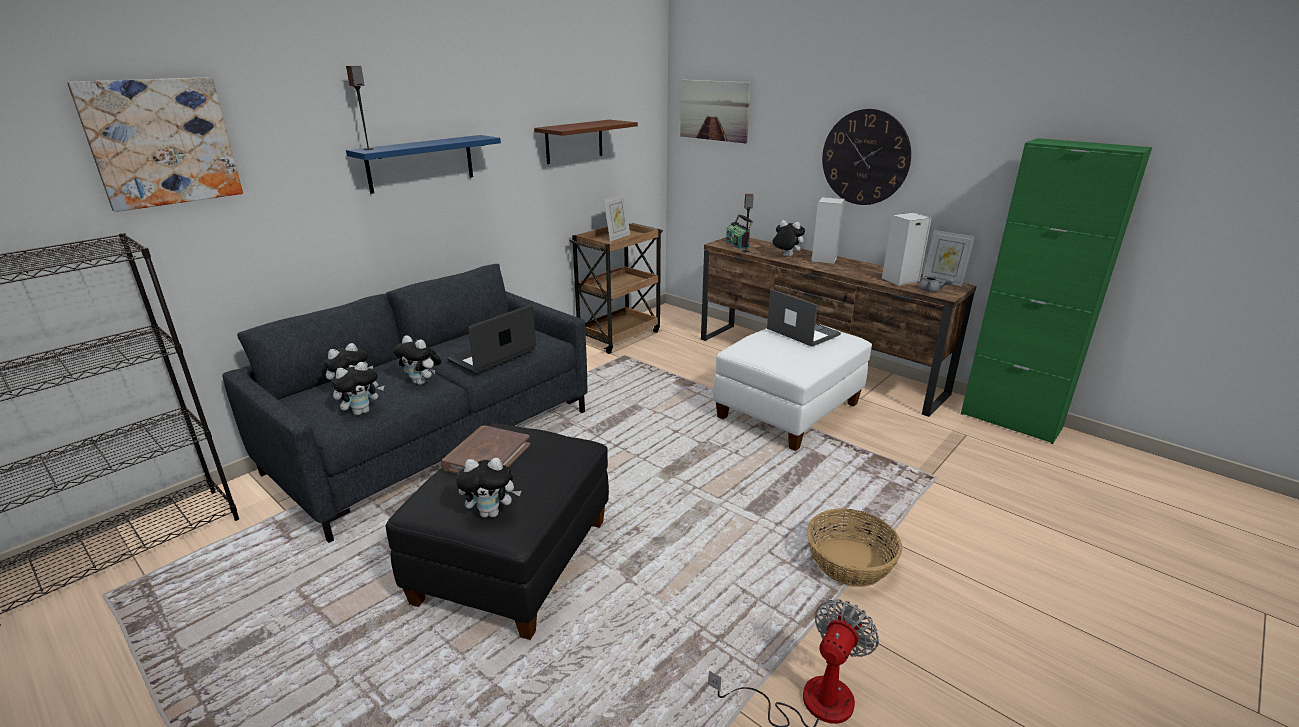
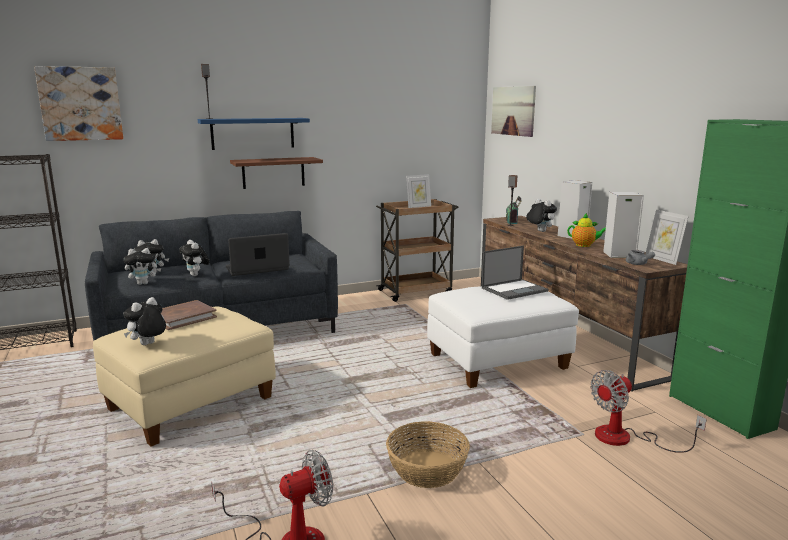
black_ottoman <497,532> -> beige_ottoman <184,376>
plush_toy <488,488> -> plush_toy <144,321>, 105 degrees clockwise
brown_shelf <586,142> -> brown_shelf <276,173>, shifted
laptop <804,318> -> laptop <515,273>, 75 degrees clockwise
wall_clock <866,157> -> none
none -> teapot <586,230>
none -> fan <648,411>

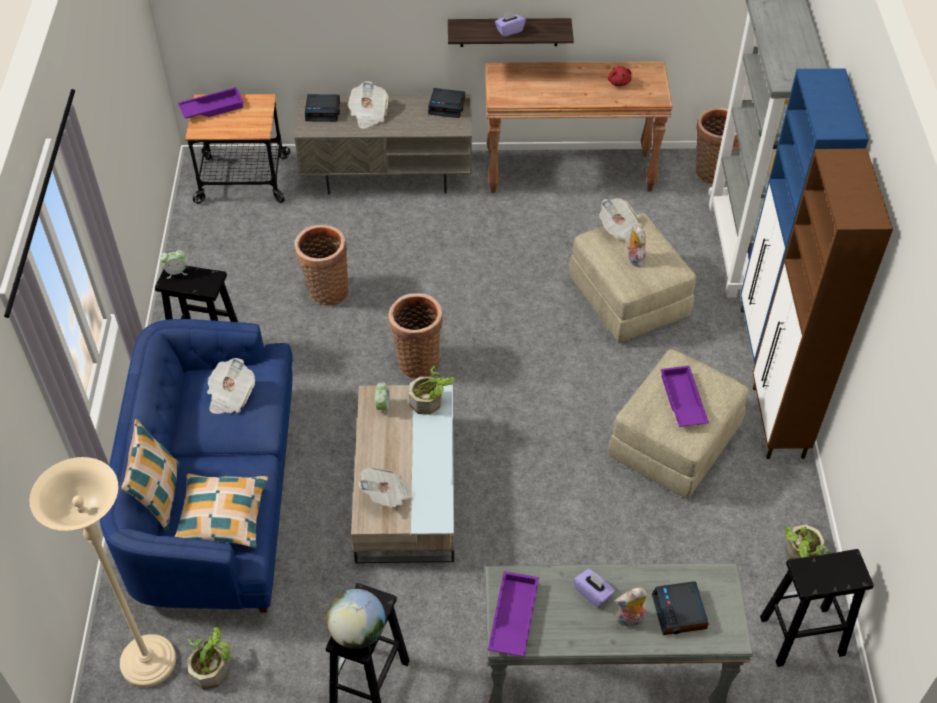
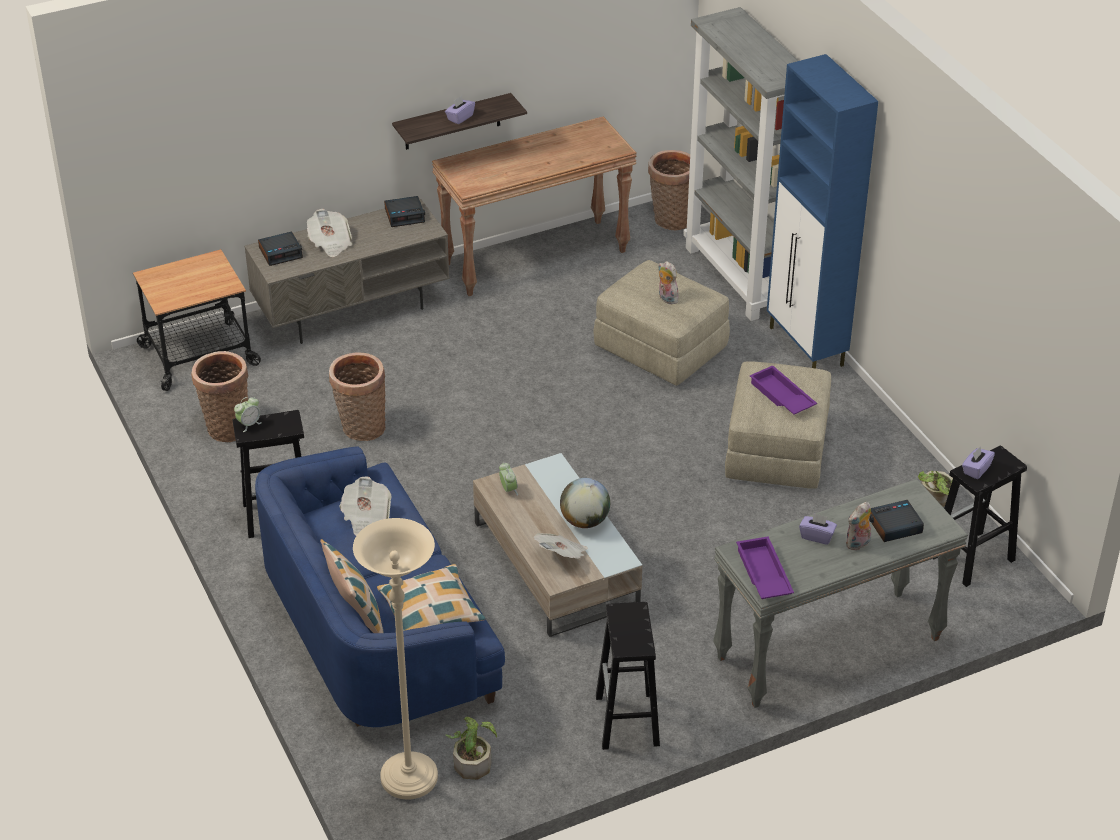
purple_tray <211,102> -> none
globe <355,619> -> globe <585,503>, shifted
basket <415,335> -> basket <220,396>, shifted
potted_plant <431,390> -> none
newspaper <620,220> -> none
red_plush_toy <620,76> -> none
alarm_clock <680,608> -> alarm_clock <896,521>, 105 degrees clockwise
brown_cabinet <822,304> -> none
none -> purple_tissue_box <978,462>

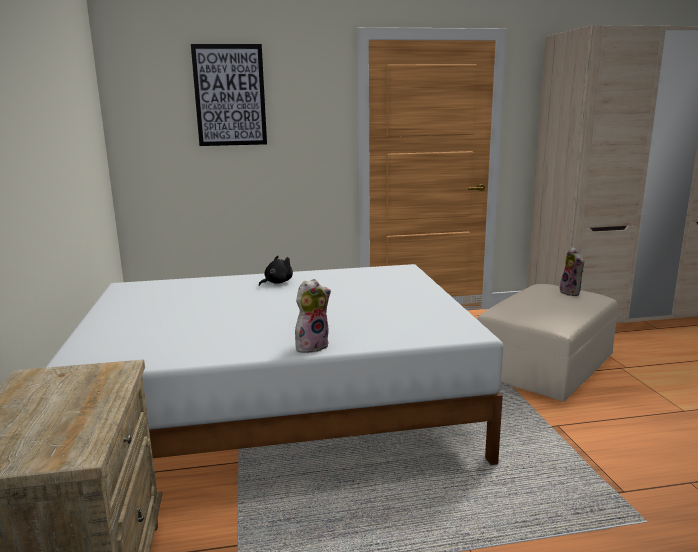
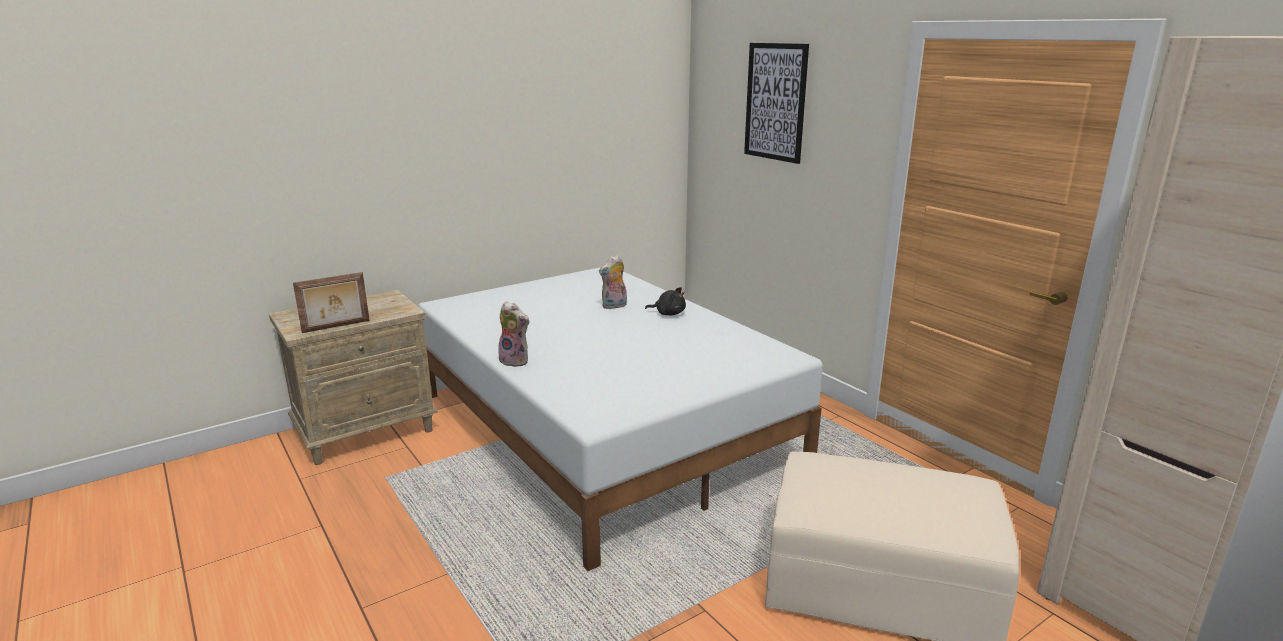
plush_toy <572,271> -> plush_toy <613,282>, shifted
none -> picture_frame <331,302>

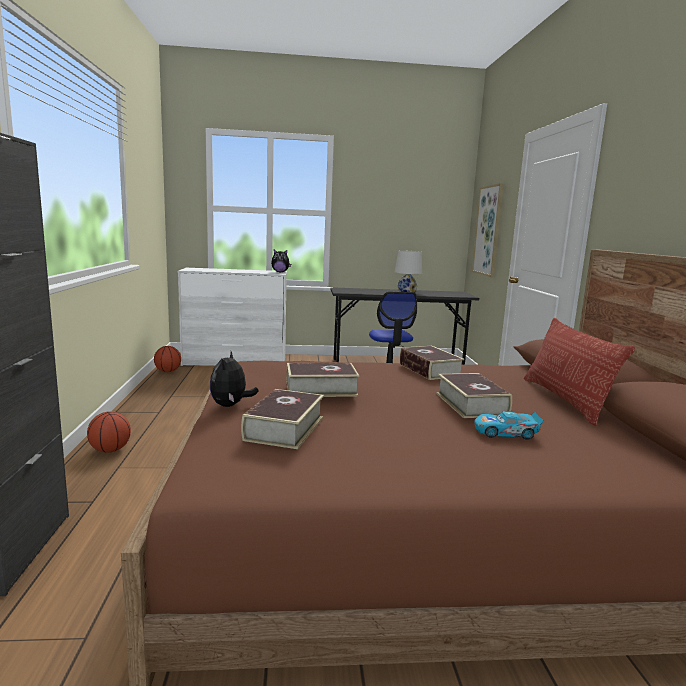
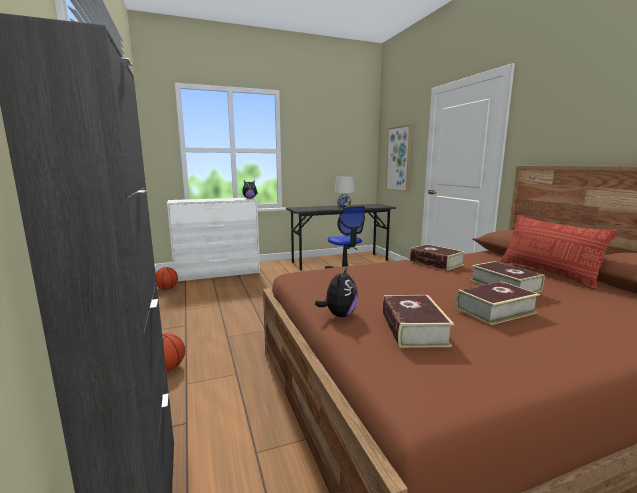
plush_toy <234,379> -> plush_toy <336,292>, 150 degrees counterclockwise
book <322,380> -> book <498,303>, shifted
toy_car <509,425> -> none

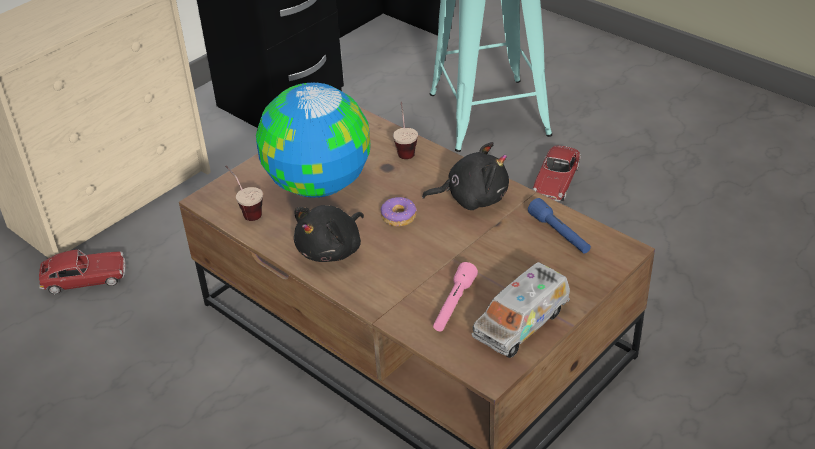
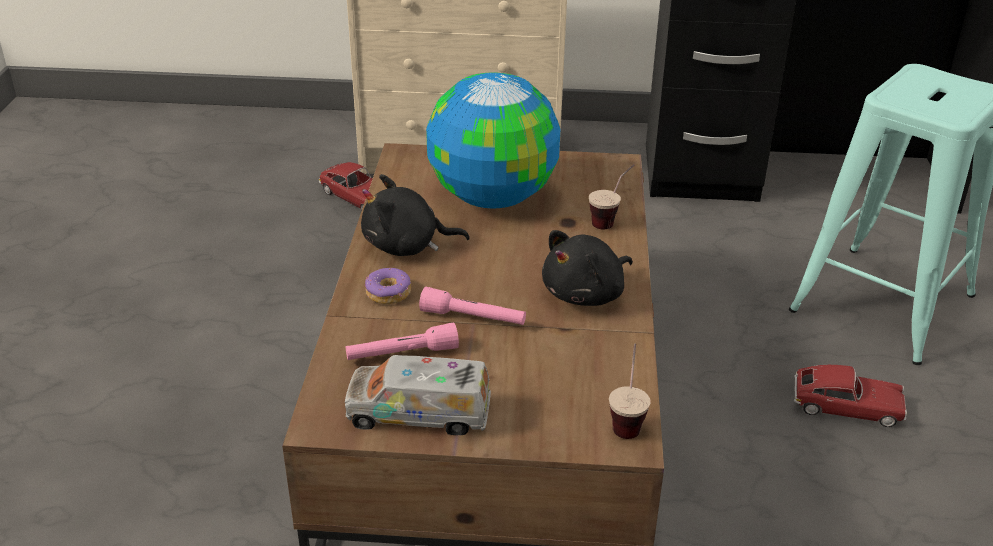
cup <244,193> -> cup <630,391>, shifted
donut <399,212> -> donut <388,286>, shifted
black_plush_toy <465,176> -> black_plush_toy <587,268>, 90 degrees clockwise
blue_flashlight <559,226> -> none
toy_car <557,173> -> toy_car <850,396>, 150 degrees counterclockwise
none -> pink_flashlight <472,306>

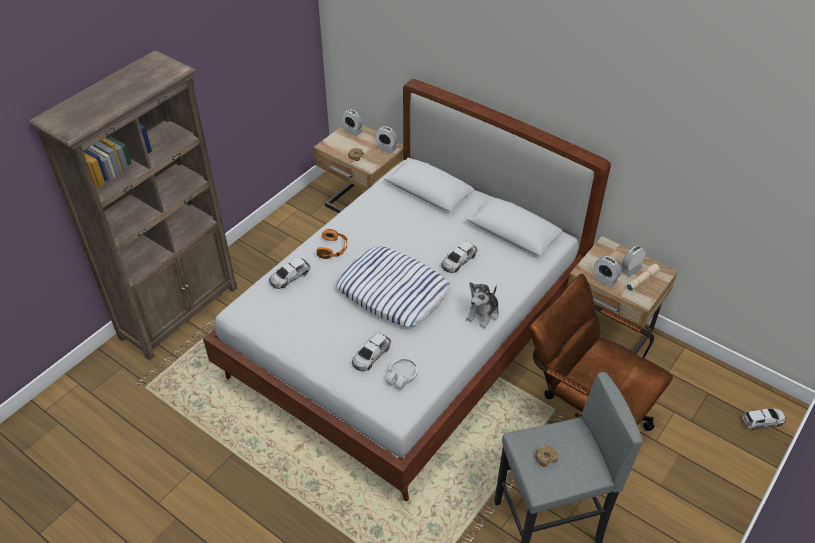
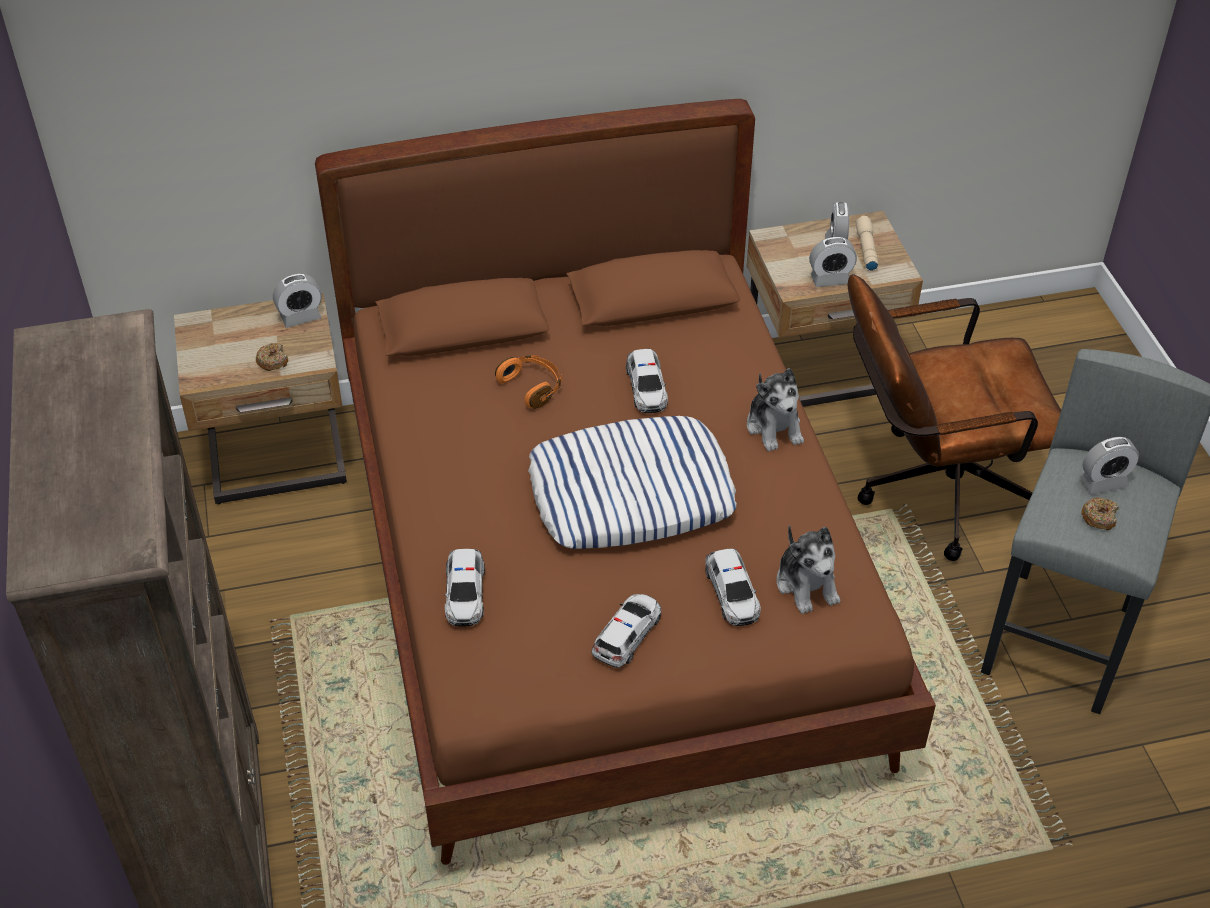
white_bed <407,290> -> brown_bed <625,482>
orange_headphones <332,244> -> orange_headphones <528,382>, shifted
alarm_clock <352,122> -> alarm_clock <1109,466>, shifted
white_headphones <402,374> -> plush_toy <808,569>
toy_car <763,418> -> toy_car <626,631>, shifted

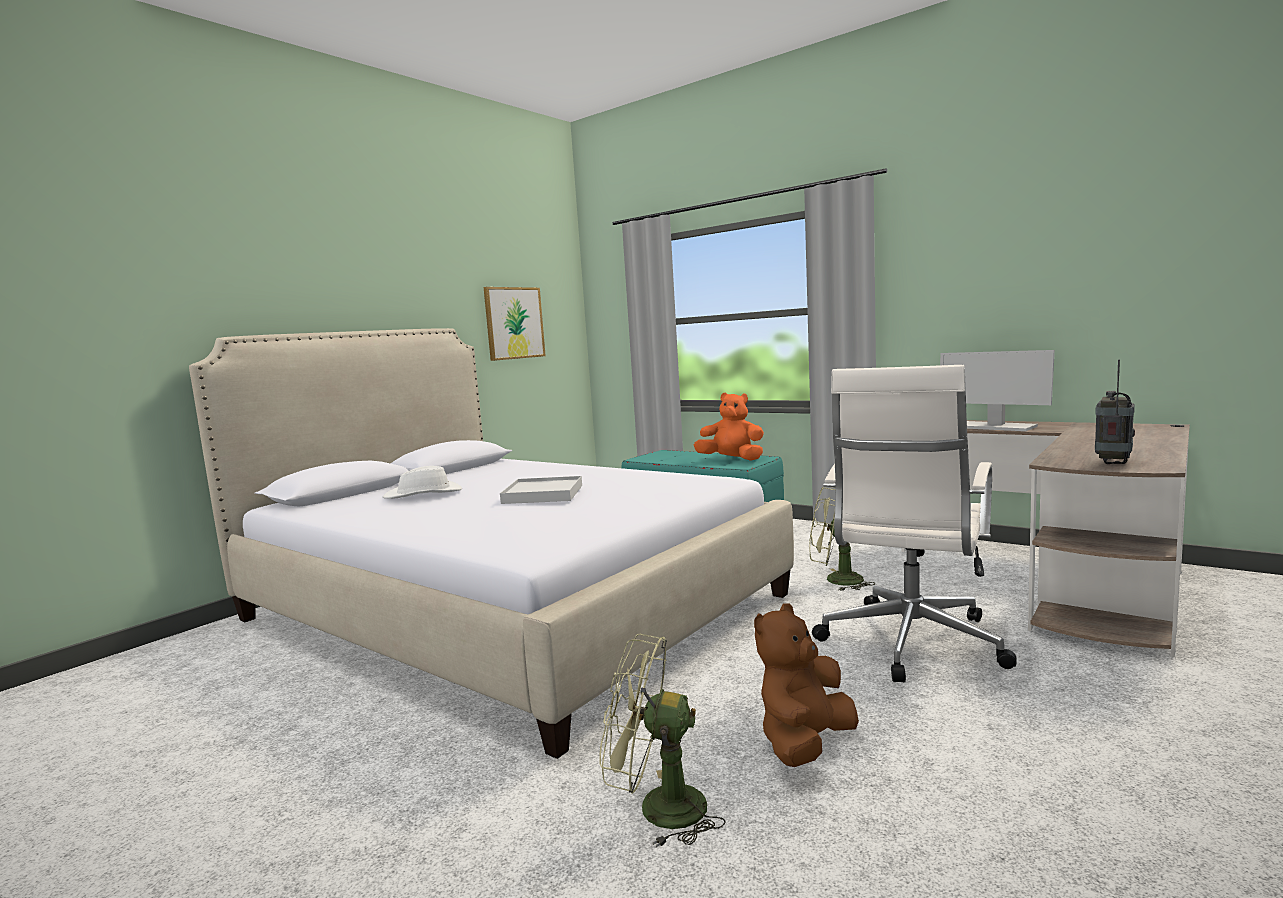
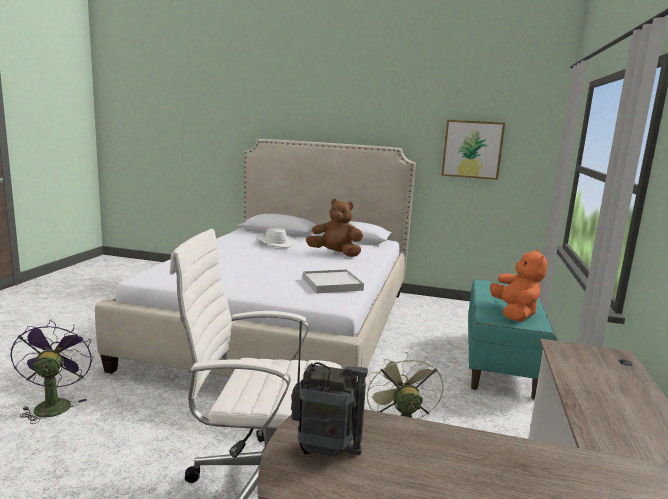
white_tray <541,490> -> white_tray <333,281>, shifted
green_fan <662,740> -> purple_fan <51,372>
brown_plush_toy <806,685> -> brown_plush_toy <334,228>, shifted
monitor <997,390> -> none

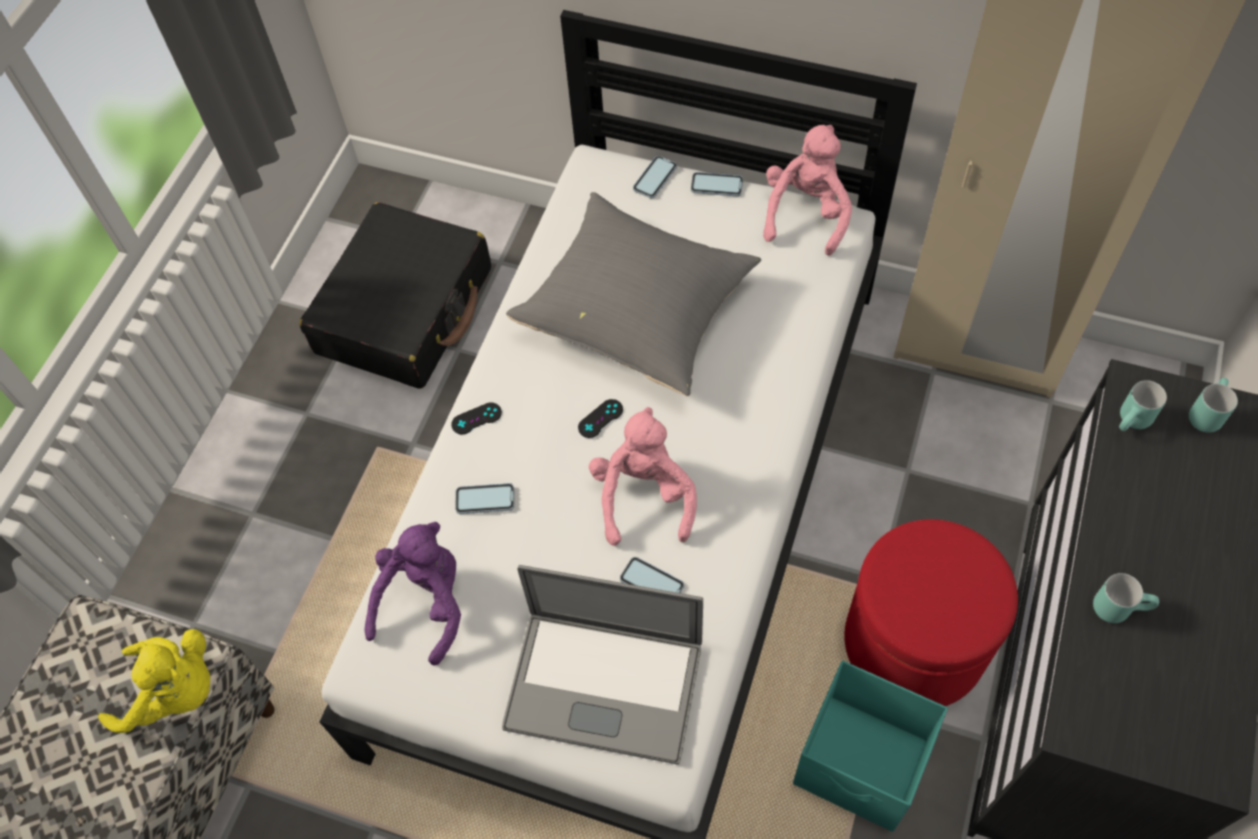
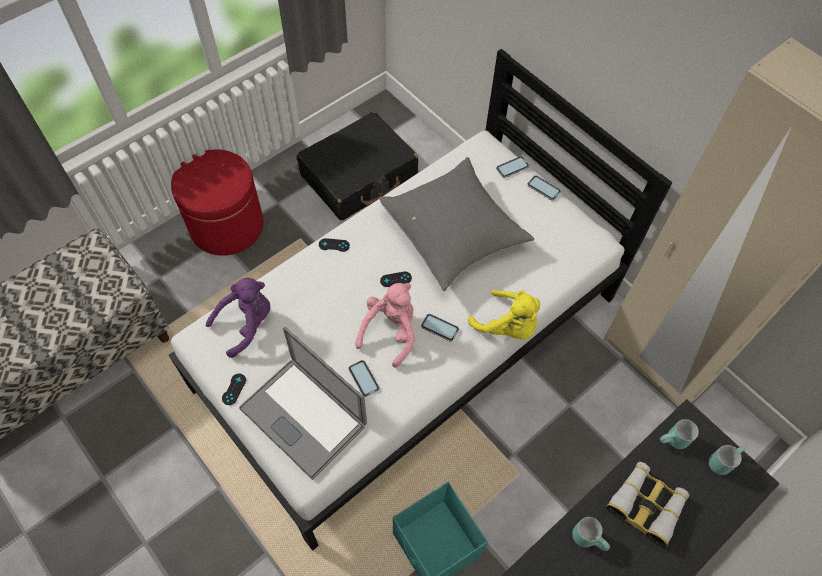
yellow_plush_toy <154,681> -> yellow_plush_toy <504,315>, shifted
phone <484,498> -> phone <440,327>, shifted
pink_plush_toy <807,190> -> none
red_ottoman <931,612> -> red_ottoman <217,202>, shifted
none -> black_game_controller <234,389>
none -> binoculars <647,504>

